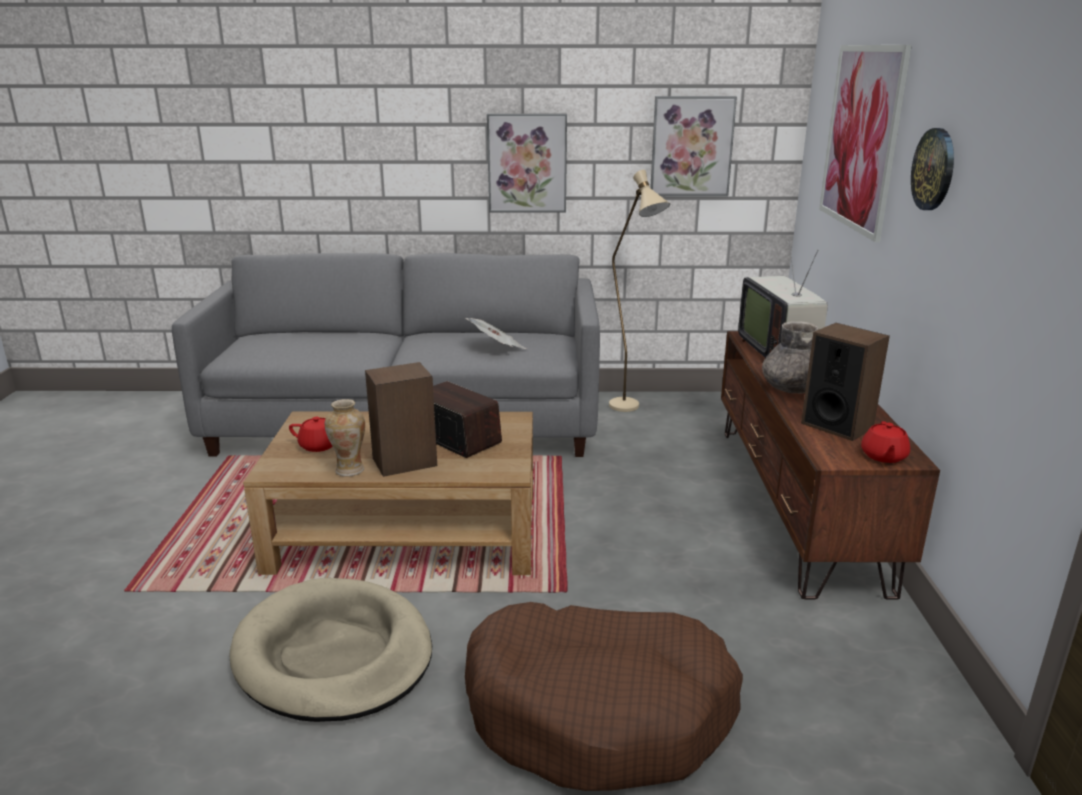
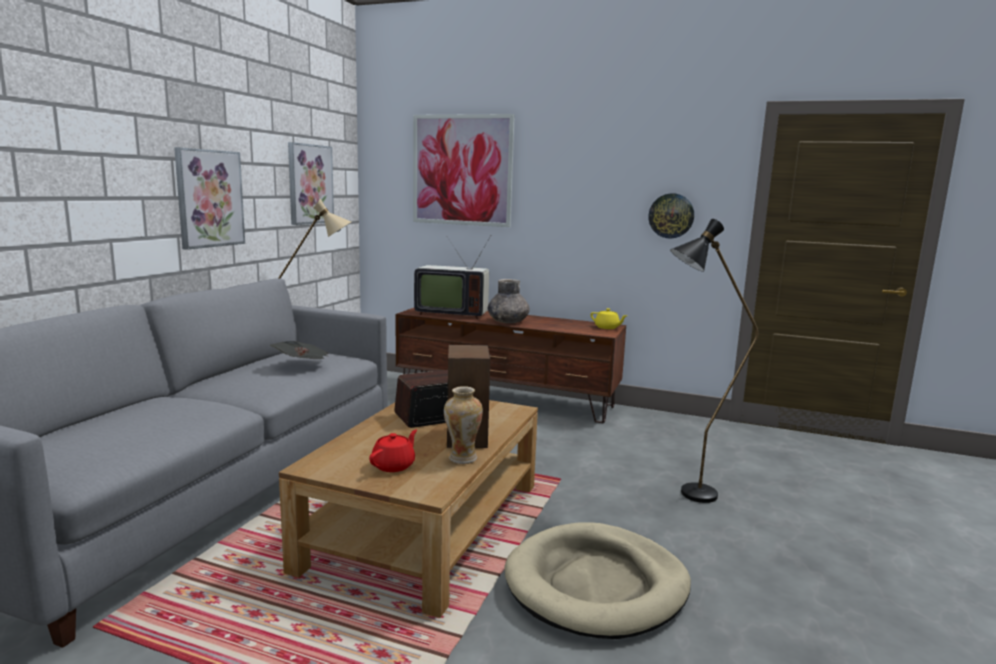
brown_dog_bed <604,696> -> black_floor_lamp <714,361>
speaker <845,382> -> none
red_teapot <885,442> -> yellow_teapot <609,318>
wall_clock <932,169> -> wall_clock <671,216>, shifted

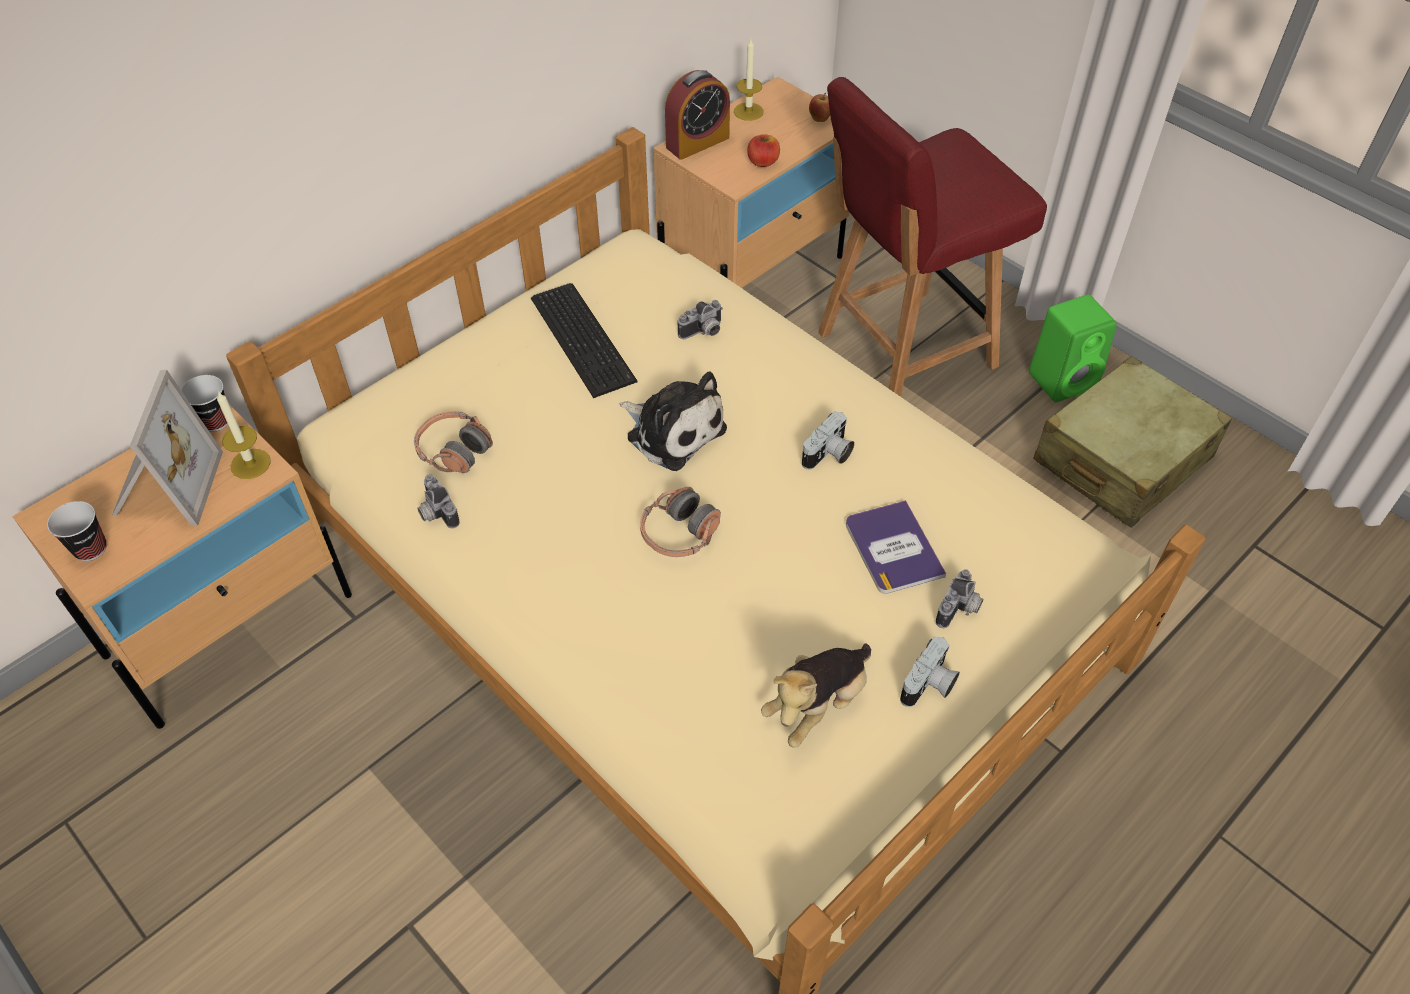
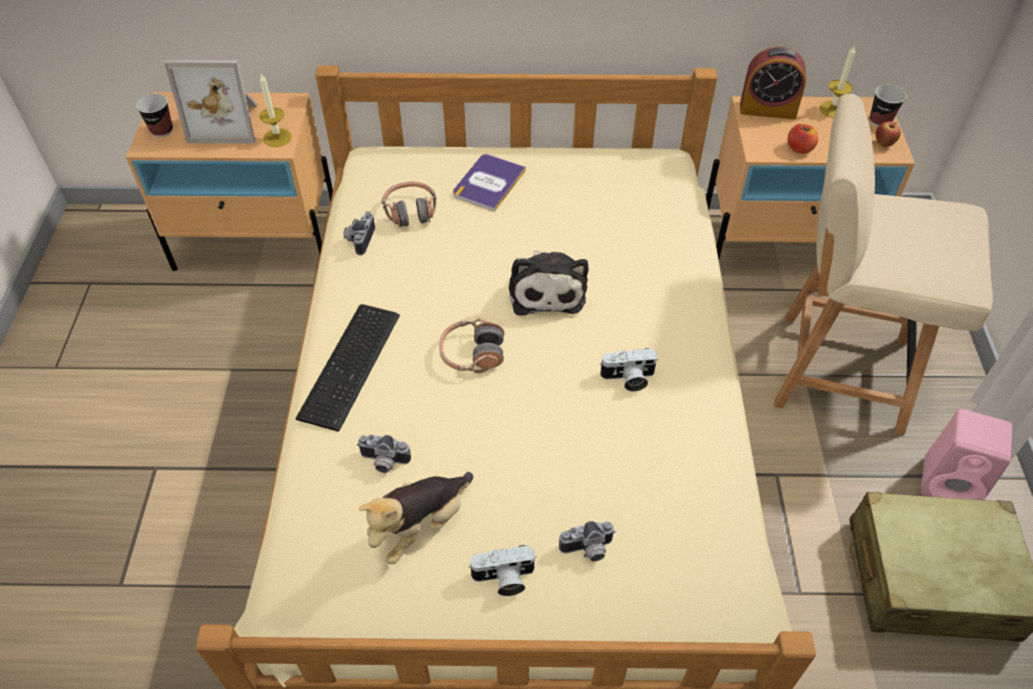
picture_frame <167,448> -> picture_frame <211,102>, 45 degrees clockwise
cup <204,403> -> cup <888,106>, shifted
keyboard <584,340> -> keyboard <347,368>, shifted
photo_camera <700,319> -> photo_camera <384,454>, shifted
plush_toy <816,695> -> plush_toy <416,518>, 45 degrees counterclockwise
red_chair <932,237> -> beige_chair <883,264>
book <896,547> -> book <489,183>, shifted
green_speaker <1073,348> -> pink_speaker <966,454>

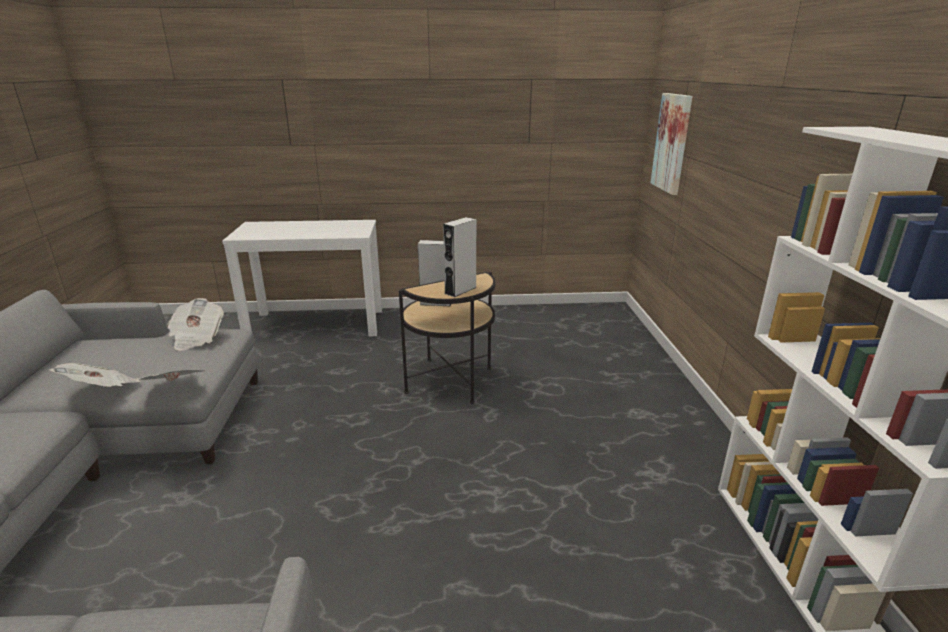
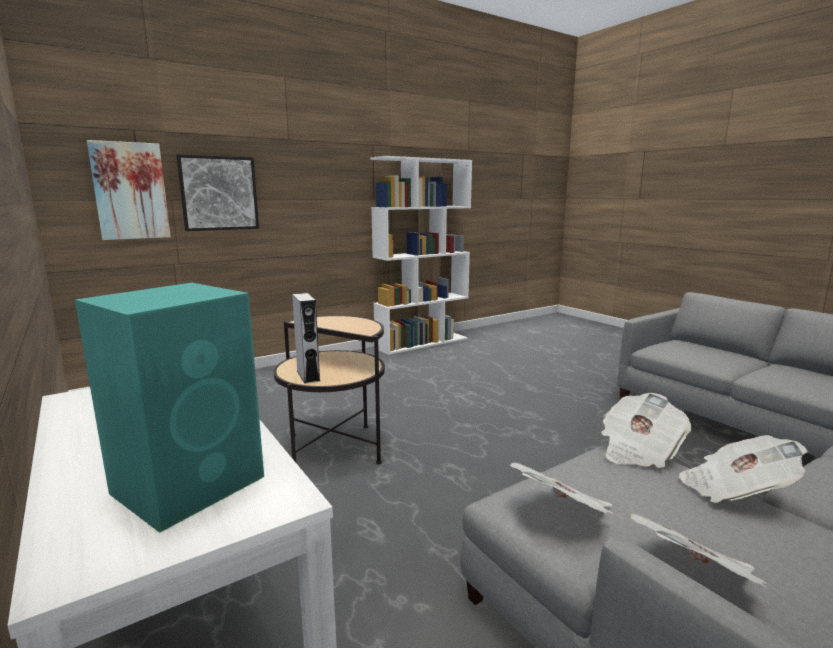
grey_speaker <460,257> -> none
none -> turquoise_speaker <169,408>
none -> picture <217,192>
none -> newspaper <700,551>

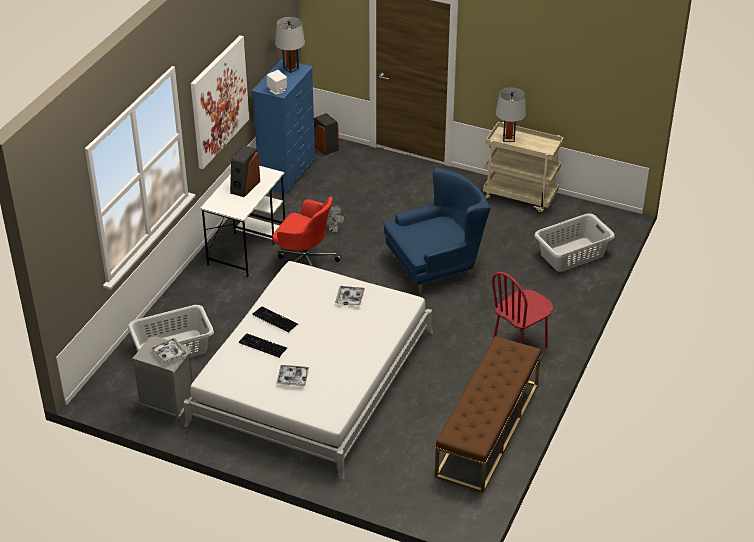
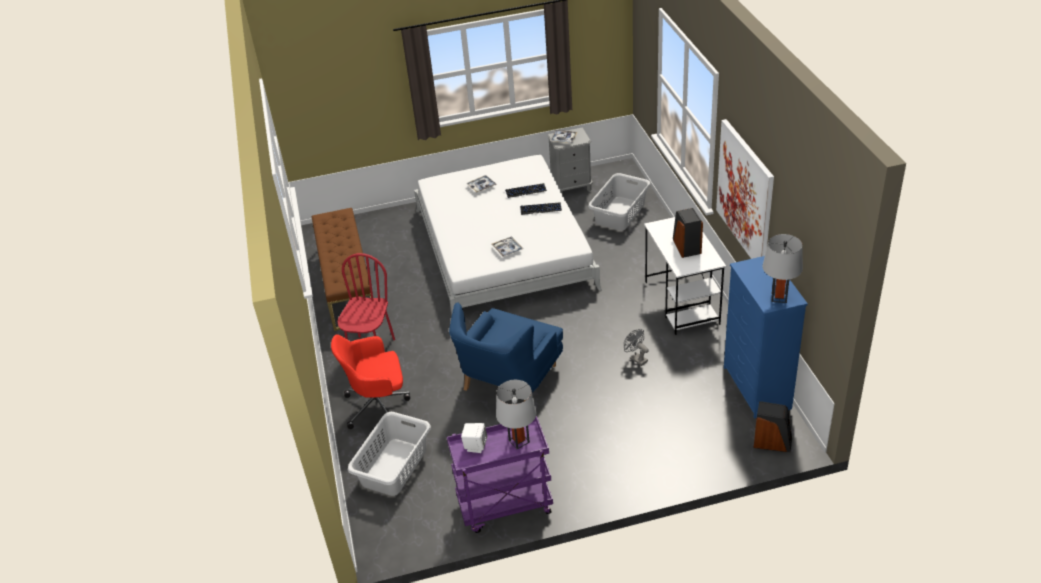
white_speaker <277,82> -> white_speaker <474,438>, shifted
red_office_chair <307,232> -> red_office_chair <370,381>, shifted
beige_cart <523,168> -> purple_cart <500,474>

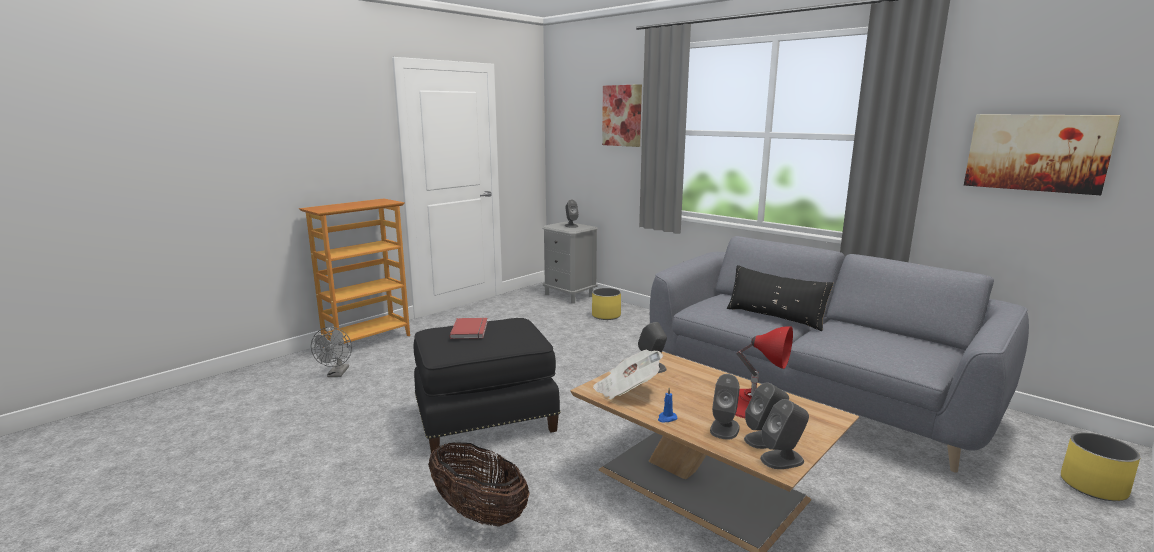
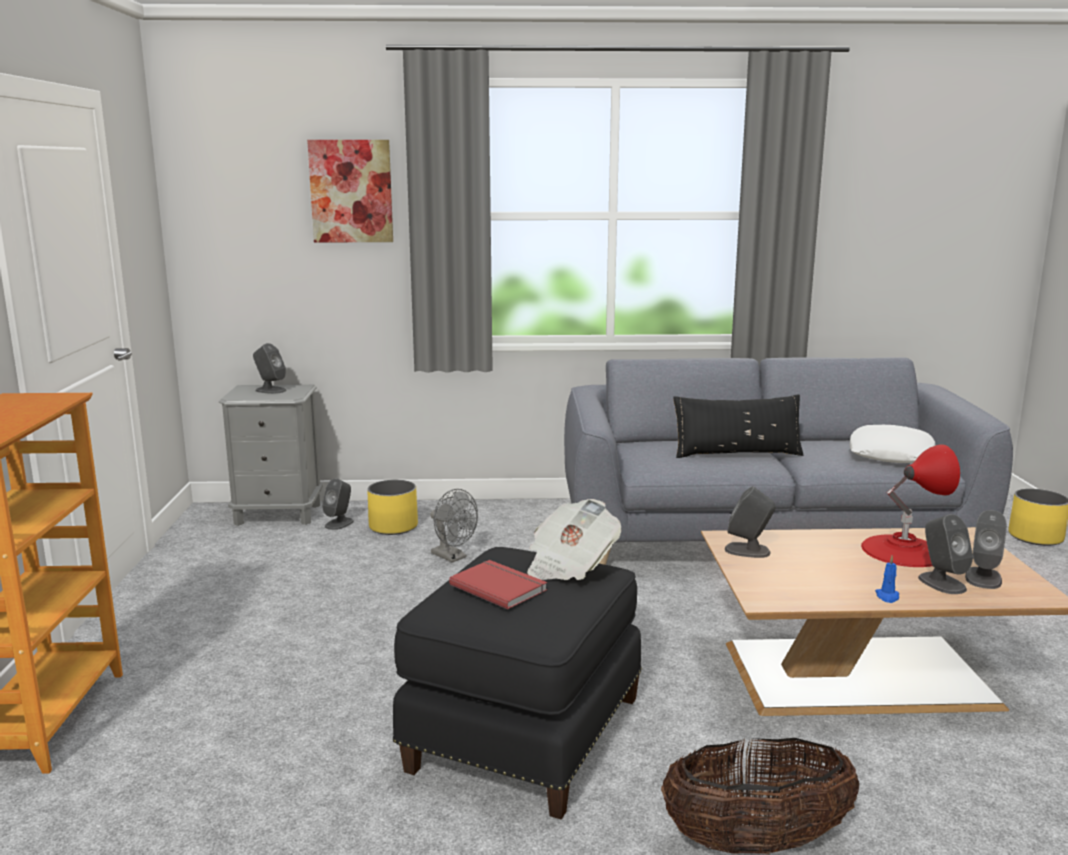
grey_fan <331,352> -> grey_fan <454,526>, shifted
newspaper <628,374> -> newspaper <574,539>, shifted
grey_speaker <784,434> -> grey_speaker <338,504>, shifted
picture <1042,154> -> none
none -> white_pillow <892,444>

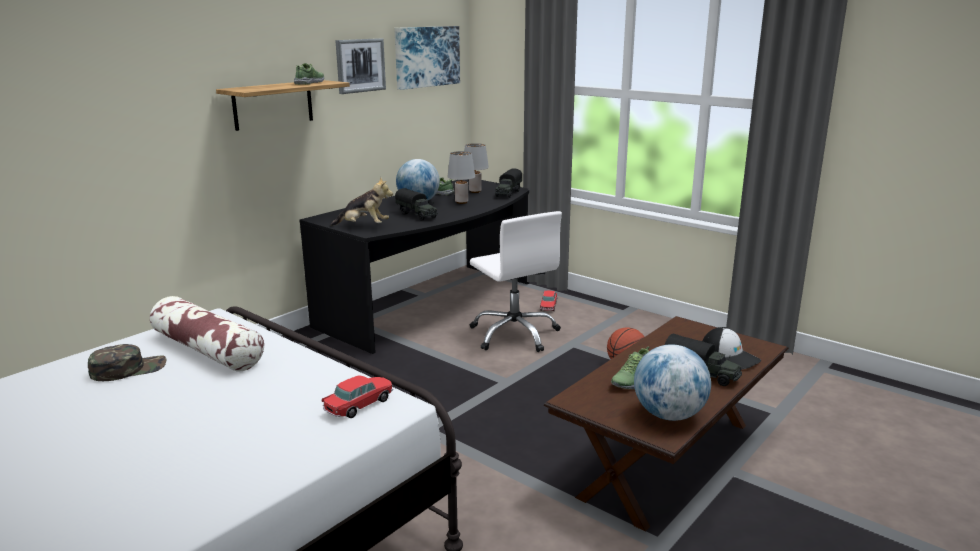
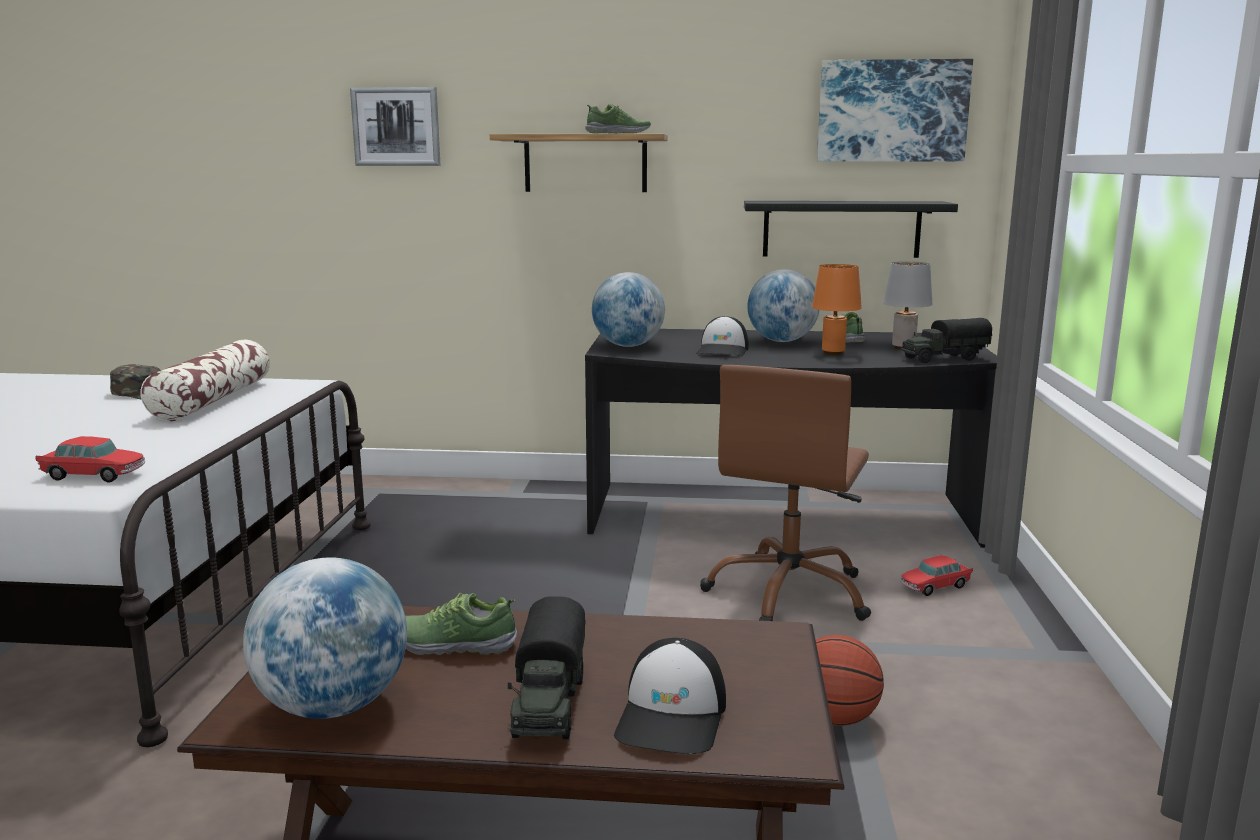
plush_toy <361,201> -> globe <628,309>
picture <360,66> -> picture <395,126>, shifted
toy_truck <416,204> -> cap <722,336>
grey_table_lamp <461,177> -> orange_table_lamp <837,309>
white_office_chair <516,281> -> brown_office_chair <785,493>
none -> black_shelf <851,229>

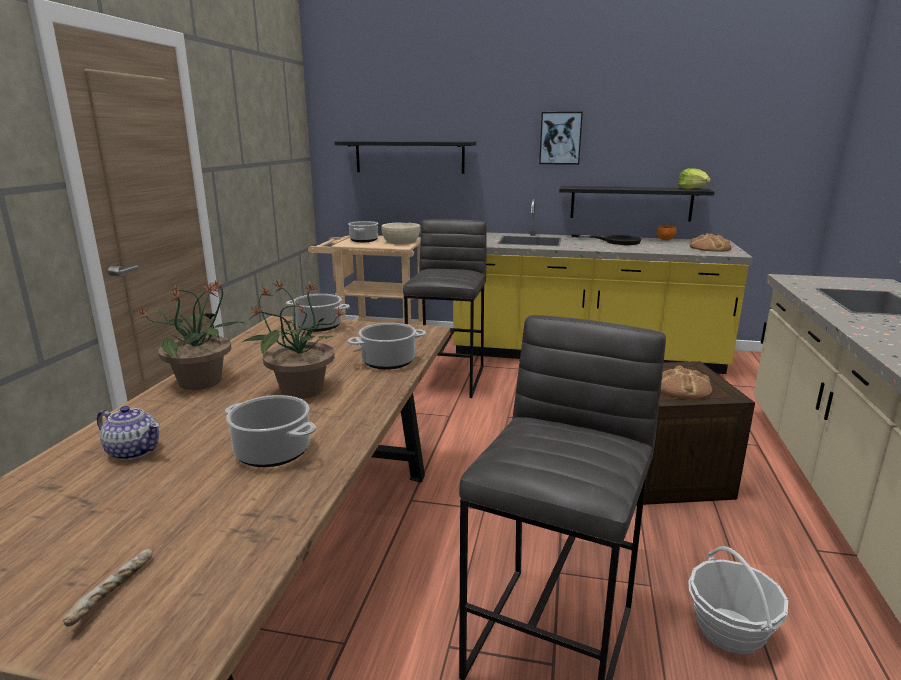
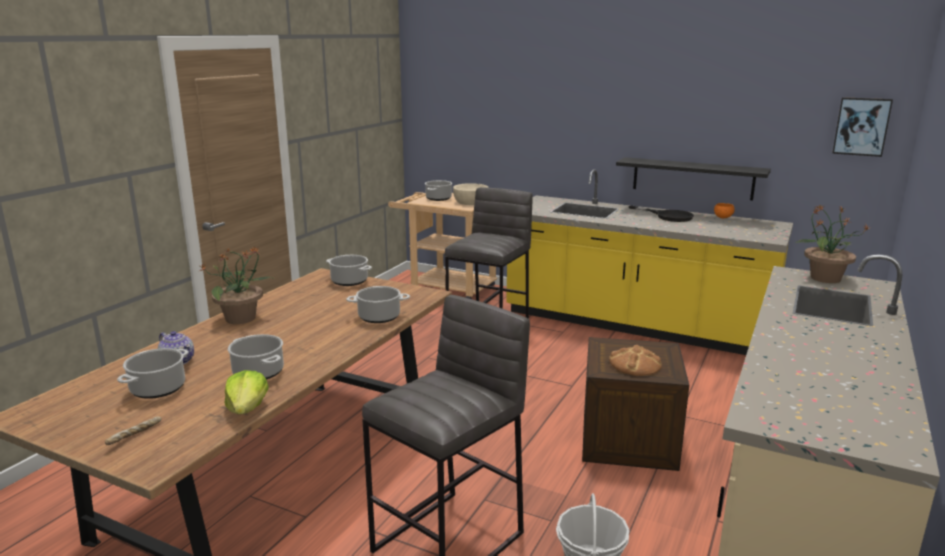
potted_plant <294,340> -> potted_plant <832,243>, shifted
black_shelf <405,157> -> none
picture <561,138> -> picture <862,127>, shifted
lettuce <694,178> -> lettuce <246,392>, shifted
bread <710,242> -> none
none -> cooking_pot <153,373>

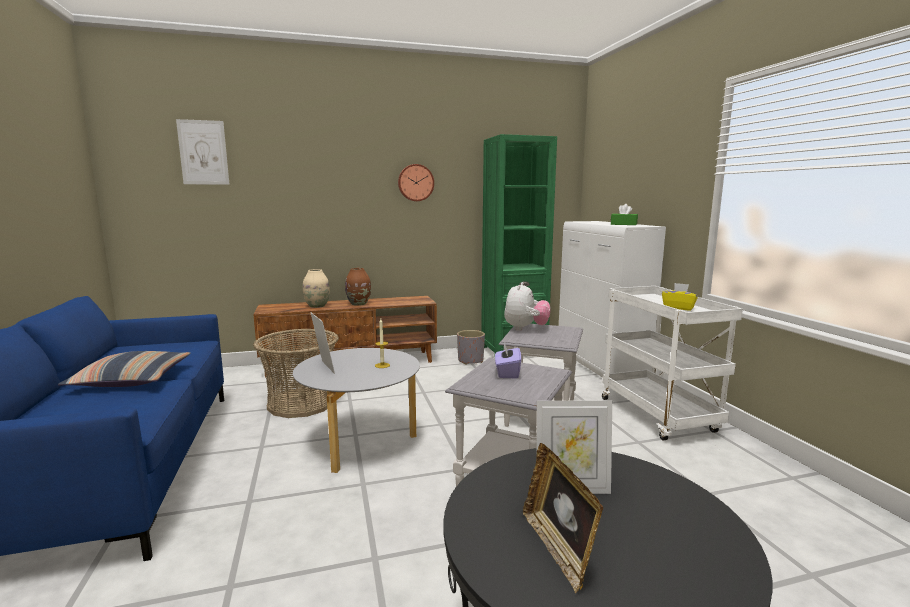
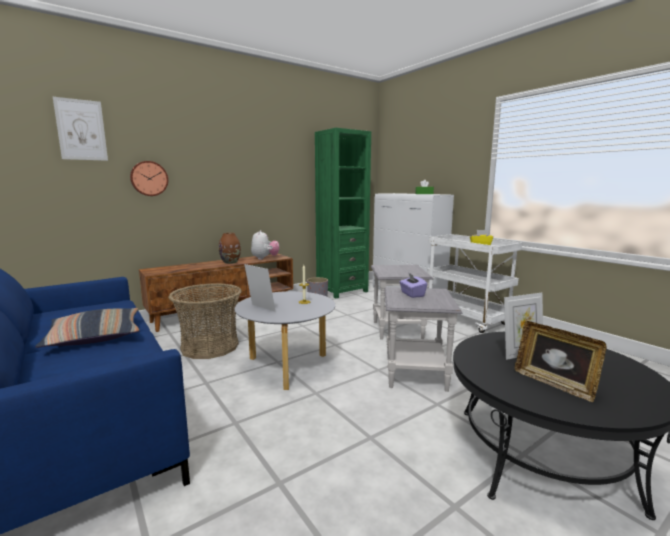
beige_vase <316,288> -> none
wall_clock <416,182> -> wall_clock <149,178>, shifted
plush_toy <527,306> -> plush_toy <265,245>, shifted

